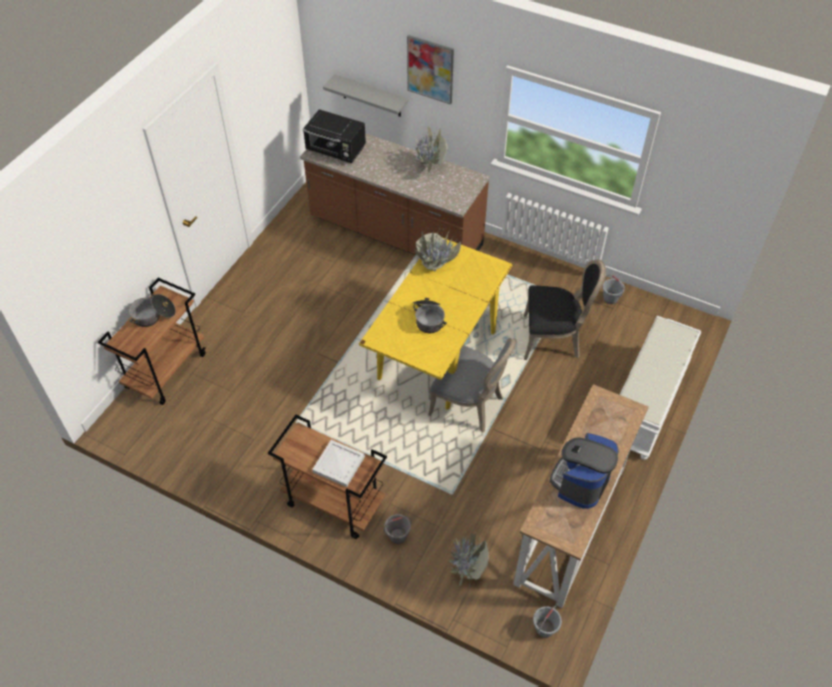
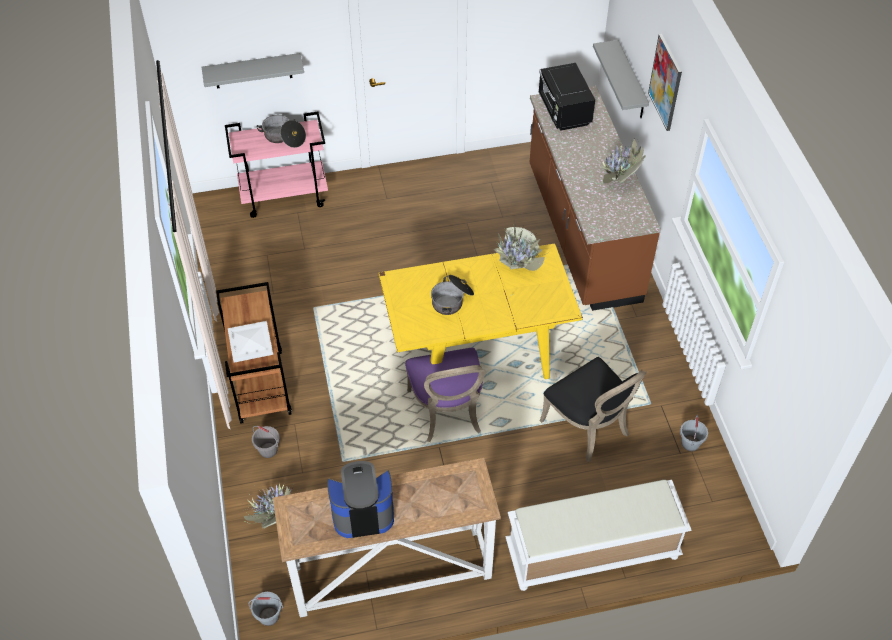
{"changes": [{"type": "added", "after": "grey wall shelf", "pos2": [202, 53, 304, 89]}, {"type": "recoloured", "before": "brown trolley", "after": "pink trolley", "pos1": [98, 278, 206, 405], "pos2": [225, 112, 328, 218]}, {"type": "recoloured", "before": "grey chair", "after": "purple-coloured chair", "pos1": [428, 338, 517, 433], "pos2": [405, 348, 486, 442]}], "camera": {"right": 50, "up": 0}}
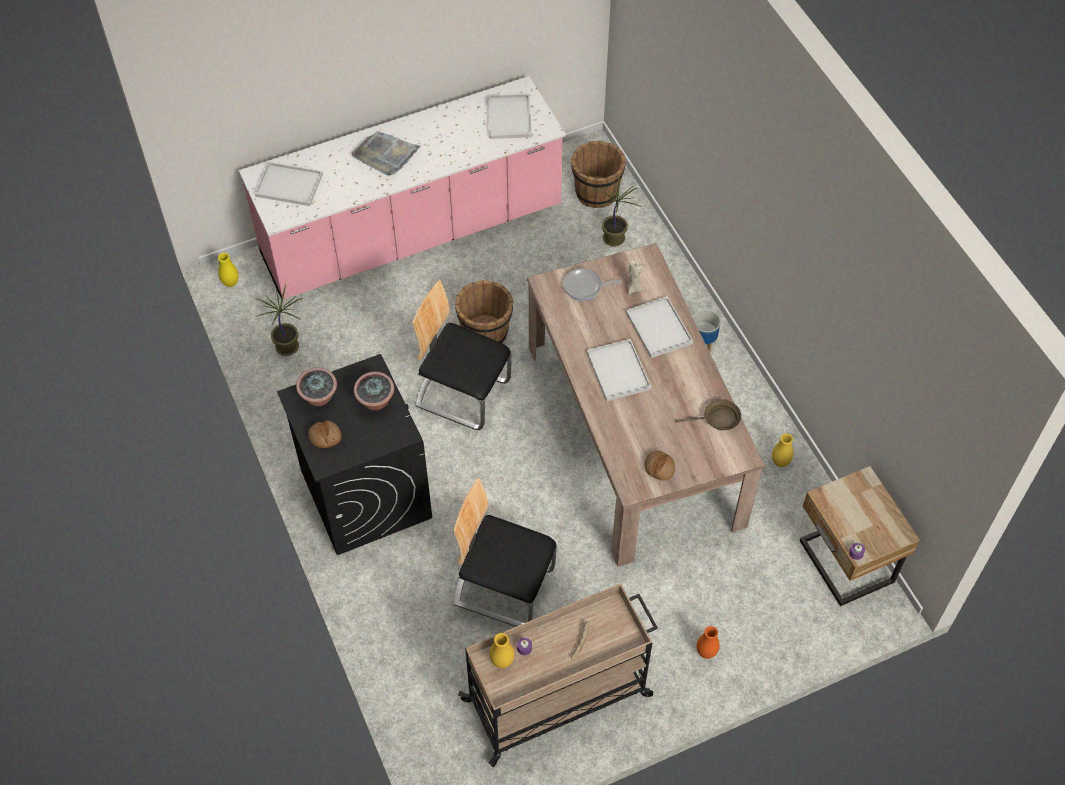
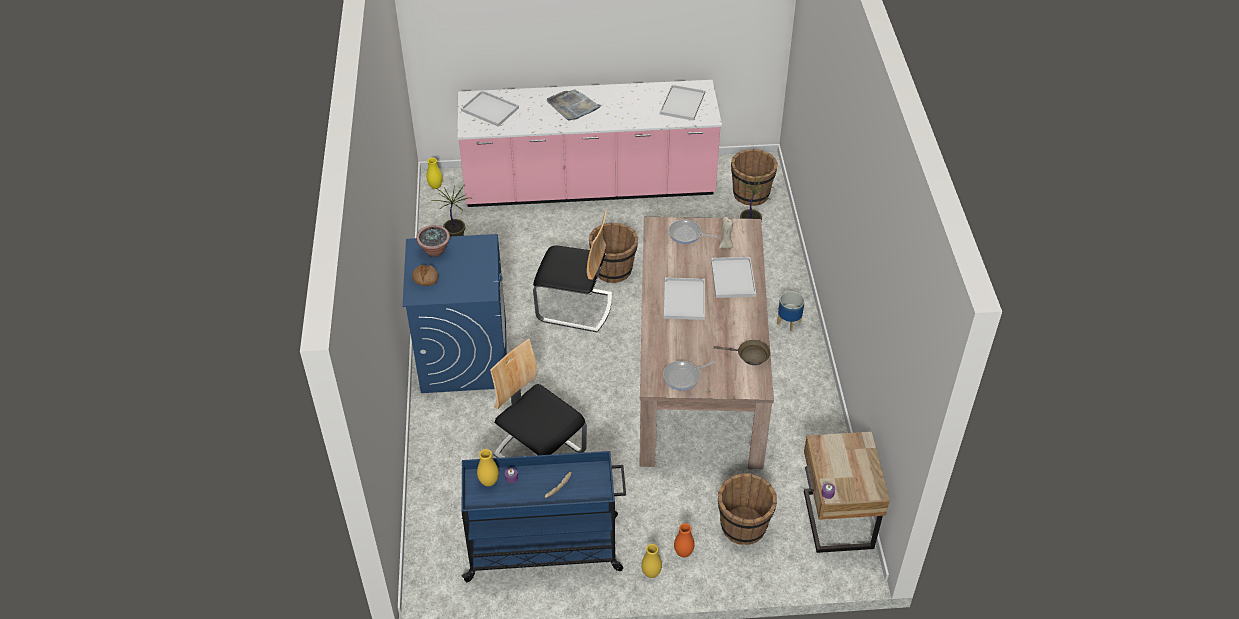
{"changes": [{"type": "removed", "before": "houseplant", "pos1": [354, 372, 394, 411]}, {"type": "added", "after": "brown bucket", "pos2": [718, 474, 777, 545]}, {"type": "moved", "before": "yellowish vase", "pos1": [772, 434, 793, 467], "pos2": [641, 544, 662, 578]}, {"type": "replaced", "before": "baked bread", "after": "pan", "pos1": [645, 451, 675, 481], "pos2": [663, 361, 715, 390]}, {"type": "recoloured", "before": "blackish laundry machine", "after": "blue laundry machine", "pos1": [277, 354, 432, 555], "pos2": [402, 234, 507, 393]}, {"type": "recoloured", "before": "beige trolley", "after": "blue trolley", "pos1": [458, 583, 658, 767], "pos2": [461, 451, 626, 582]}, {"type": "turned", "before": "chair", "pos1": [412, 279, 512, 430], "pos2": [533, 210, 612, 332], "turn": 150}], "camera": {"right": 20, "up": -10}}
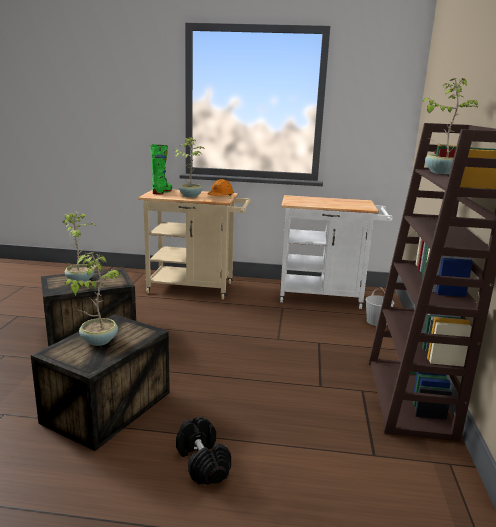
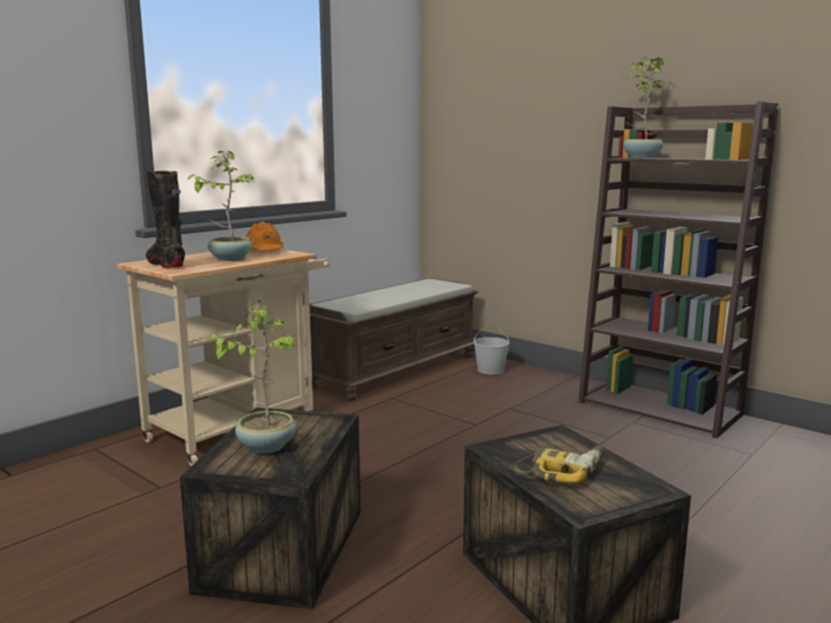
{"changes": [{"type": "removed", "before": "blackish free weight", "pos1": [176, 417, 231, 485]}, {"type": "replaced", "before": "houseplant", "after": "drill", "pos1": [65, 252, 121, 346], "pos2": [515, 444, 604, 484]}, {"type": "replaced", "before": "white-coloured trolley", "after": "brown bench", "pos1": [280, 195, 393, 309], "pos2": [310, 278, 478, 401]}, {"type": "recoloured", "before": "green tall boot", "after": "blackish tall boot", "pos1": [150, 144, 172, 195], "pos2": [146, 171, 185, 268]}], "camera": {"right": -55, "up": -5}}
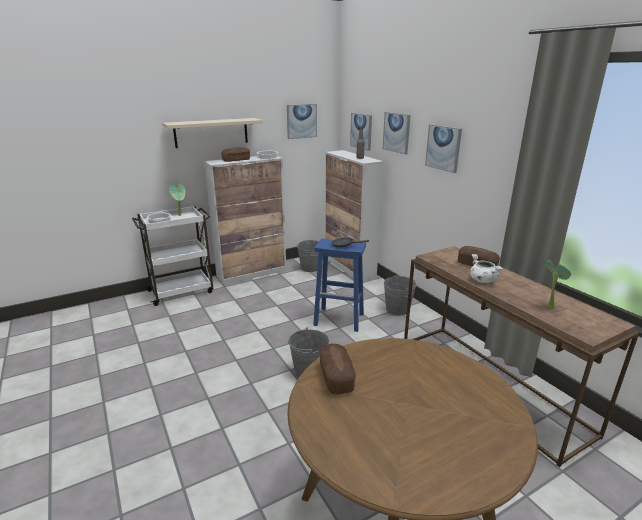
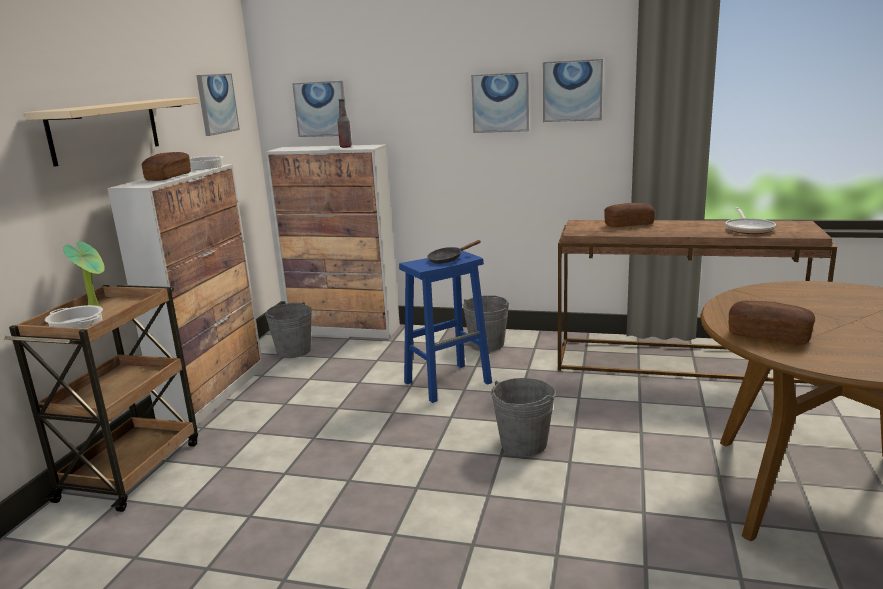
{"changes": [{"type": "removed", "before": "white-coloured saucepot", "pos1": [470, 254, 503, 283]}, {"type": "moved", "before": "wall picture", "pos1": [383, 112, 410, 154], "pos2": [543, 59, 603, 122]}, {"type": "replaced", "before": "houseplant", "after": "pan", "pos1": [545, 260, 571, 309], "pos2": [725, 207, 776, 234]}, {"type": "recoloured", "before": "white-coloured trolley", "after": "brown trolley", "pos1": [132, 206, 213, 306], "pos2": [4, 285, 198, 512]}], "camera": {"right": -45, "up": -5}}
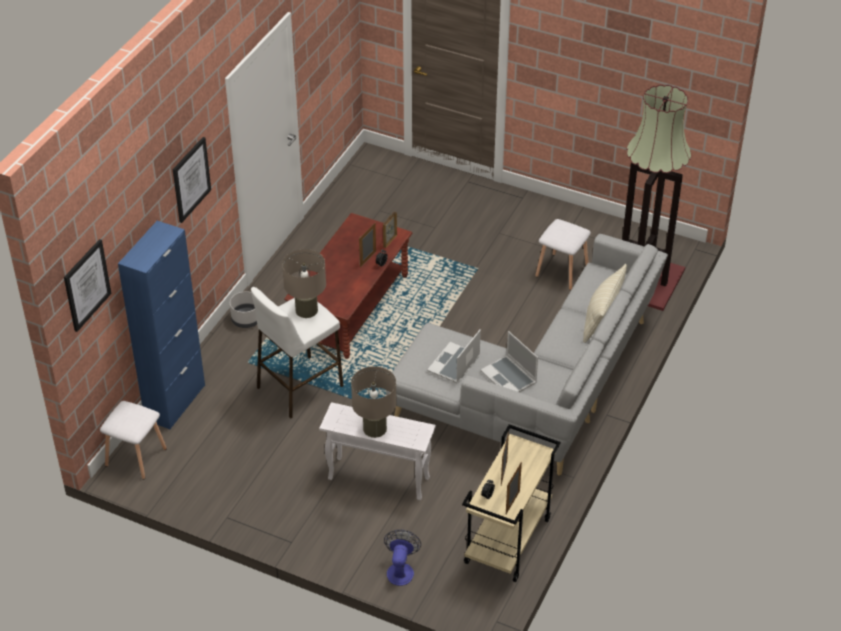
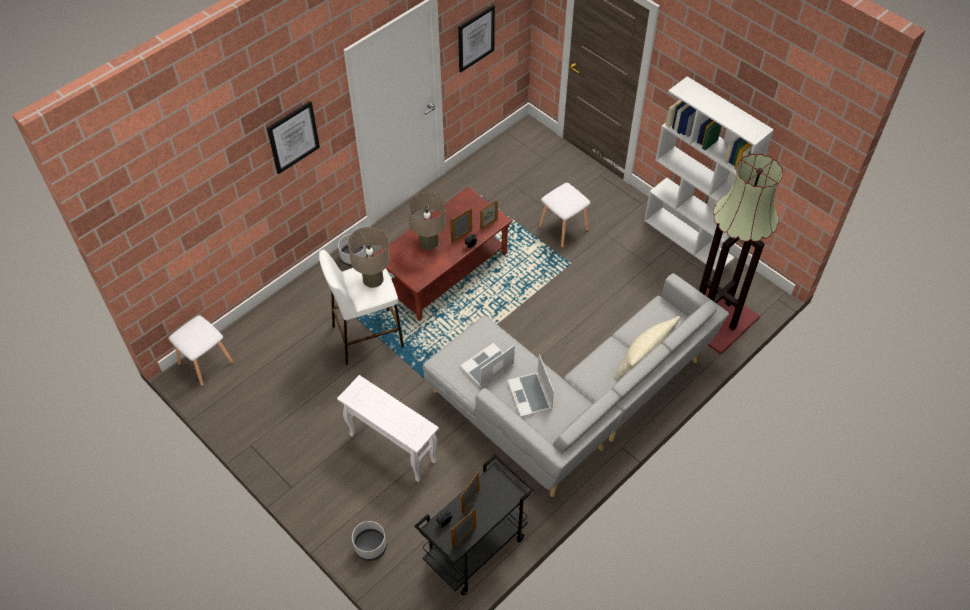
{"changes": [{"type": "removed", "before": "blue storage cabinet", "pos1": [118, 221, 205, 430]}, {"type": "added", "after": "white-coloured shelving unit", "pos2": [644, 76, 774, 271]}, {"type": "moved", "before": "wall picture", "pos1": [64, 239, 111, 332], "pos2": [458, 5, 495, 72]}, {"type": "moved", "before": "beige tabletop lamp", "pos1": [351, 366, 397, 438], "pos2": [408, 192, 446, 250]}, {"type": "moved", "before": "white-coloured stool seat", "pos1": [535, 219, 591, 290], "pos2": [539, 183, 590, 248]}, {"type": "replaced", "before": "electric fan", "after": "grey planter", "pos1": [384, 530, 421, 586], "pos2": [352, 521, 387, 561]}, {"type": "recoloured", "before": "beige trolley", "after": "blackish trolley", "pos1": [462, 424, 561, 582], "pos2": [415, 454, 534, 596]}], "camera": {"right": 20, "up": 10}}
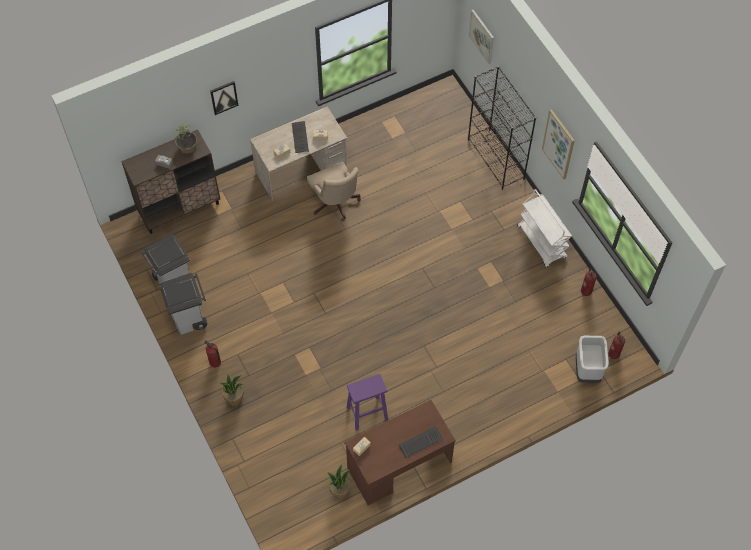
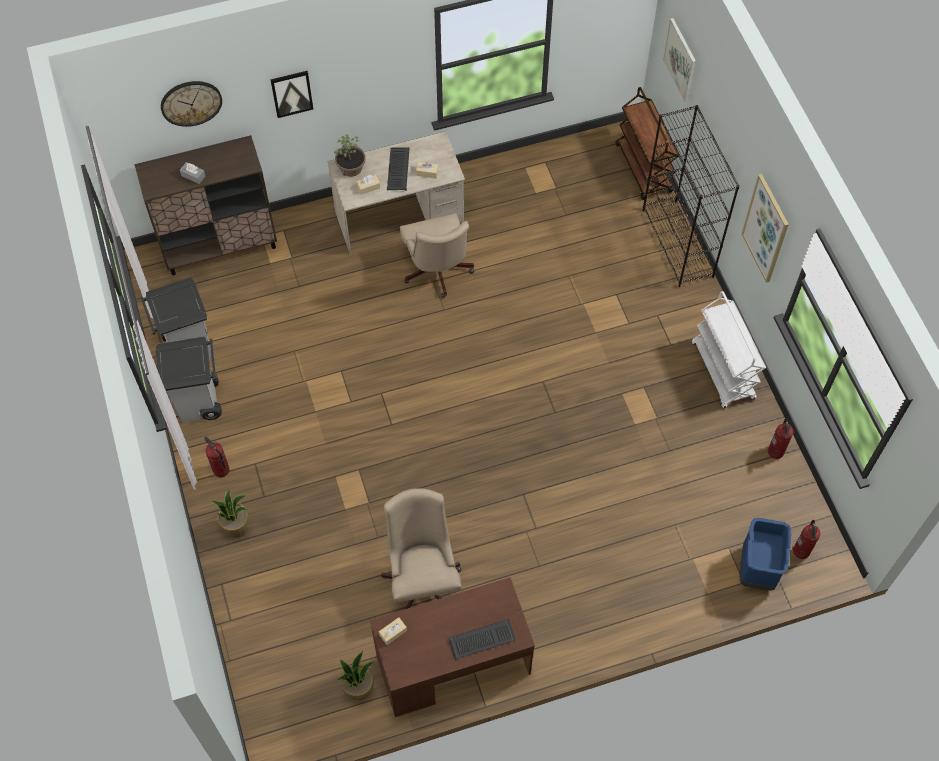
{"changes": [{"type": "added", "after": "hanging clock", "pos2": [161, 81, 222, 127]}, {"type": "added", "after": "brown trolley", "pos2": [616, 87, 679, 200]}, {"type": "moved", "before": "houseplant", "pos1": [175, 124, 197, 154], "pos2": [334, 134, 366, 177]}, {"type": "replaced", "before": "purple-coloured stool seat", "after": "beige desk chair", "pos1": [347, 374, 388, 431], "pos2": [381, 488, 462, 610]}, {"type": "recoloured", "before": "grey trash can", "after": "blue trash can", "pos1": [576, 336, 608, 383], "pos2": [740, 518, 791, 591]}], "camera": {"right": 10, "up": 0}}
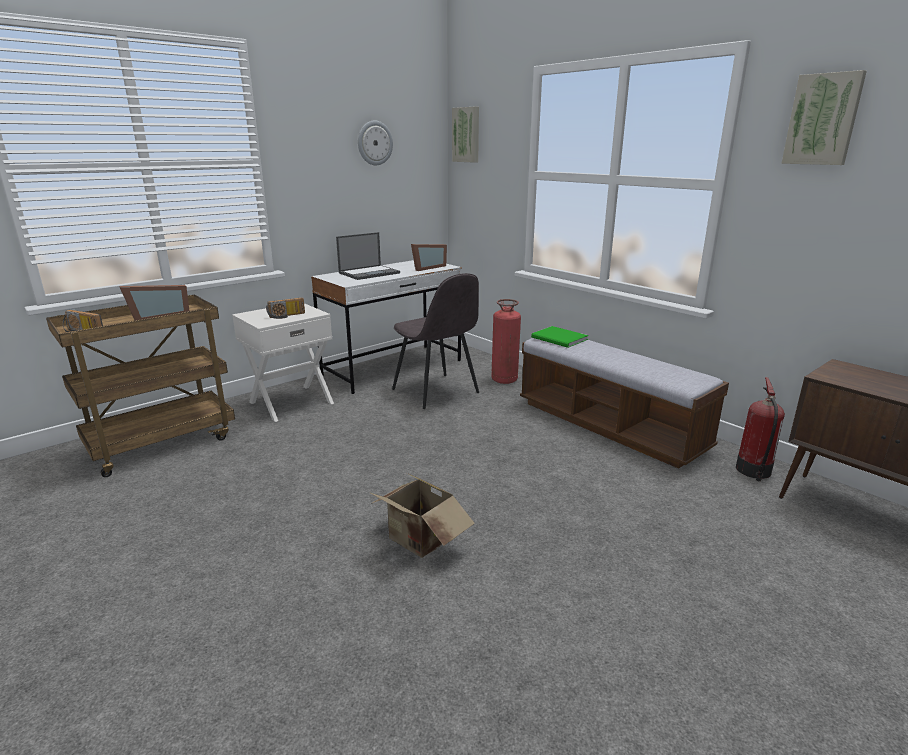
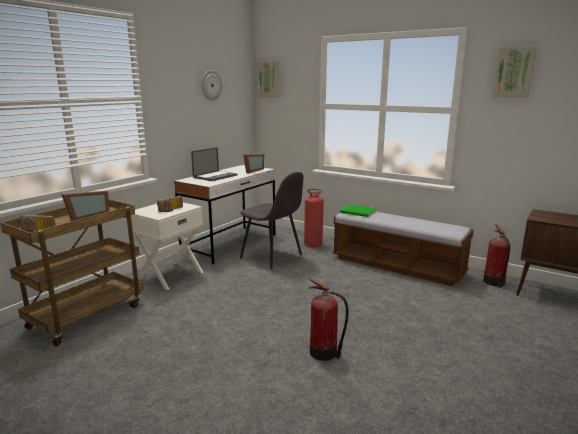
{"changes": [{"type": "replaced", "before": "carton", "after": "fire extinguisher", "pos1": [371, 473, 475, 558], "pos2": [308, 279, 348, 361]}], "camera": {"right": -15, "up": -5}}
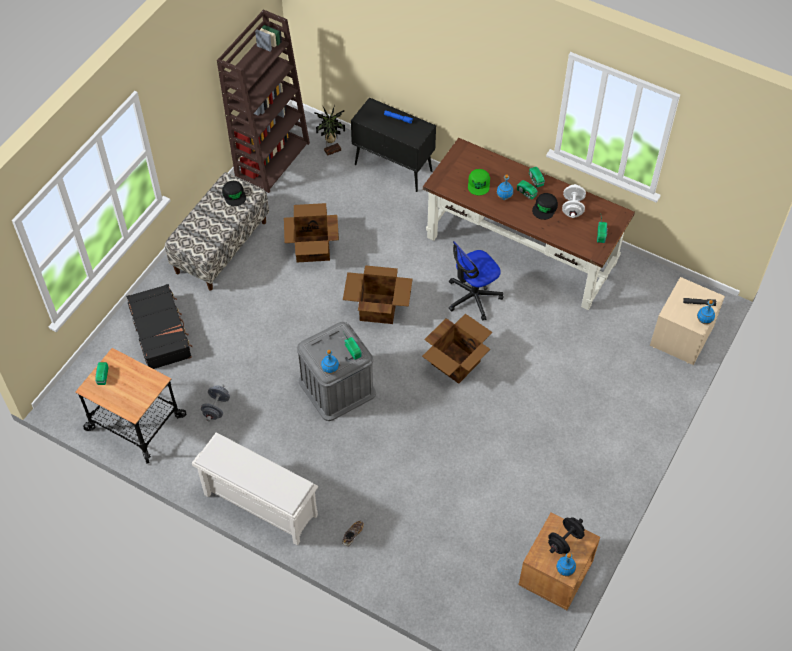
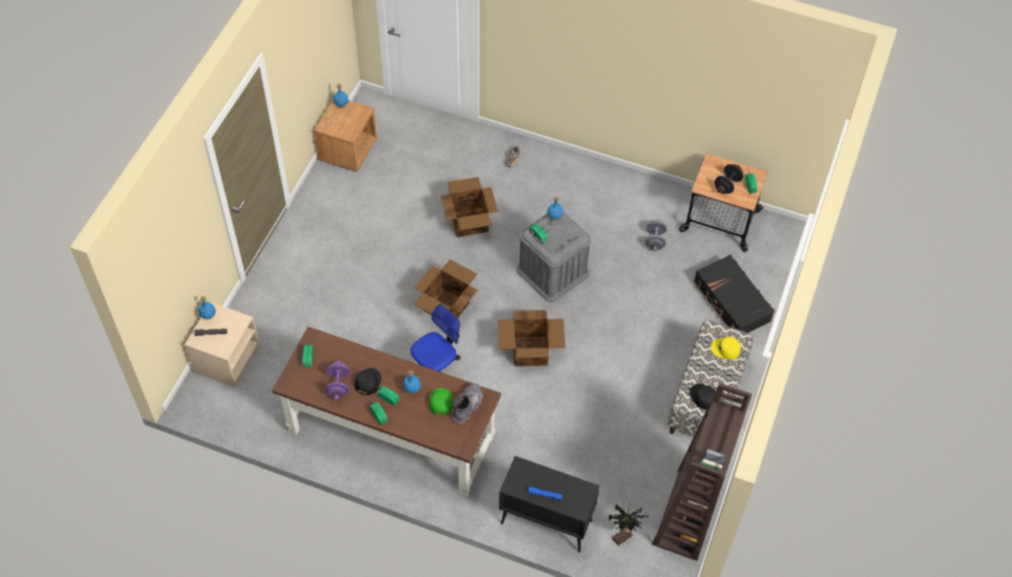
{"changes": [{"type": "removed", "before": "white-coloured shoe shelf", "pos1": [192, 432, 318, 546]}, {"type": "added", "after": "grey tall boot", "pos2": [453, 383, 483, 425]}, {"type": "added", "after": "yellowish peaked cap", "pos2": [711, 337, 741, 360]}, {"type": "moved", "before": "carton", "pos1": [284, 203, 339, 262], "pos2": [441, 177, 498, 237]}, {"type": "moved", "before": "blackish free weight", "pos1": [548, 517, 585, 554], "pos2": [715, 164, 744, 194]}, {"type": "recoloured", "before": "white-coloured free weight", "after": "purple-coloured free weight", "pos1": [562, 184, 586, 218], "pos2": [325, 360, 350, 400]}], "camera": {"right": 170, "up": 0}}
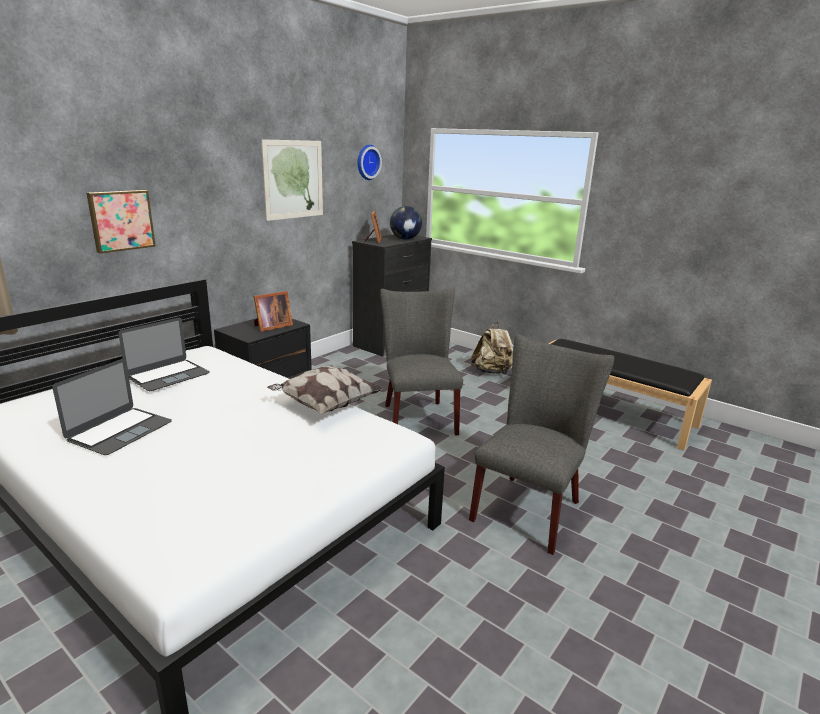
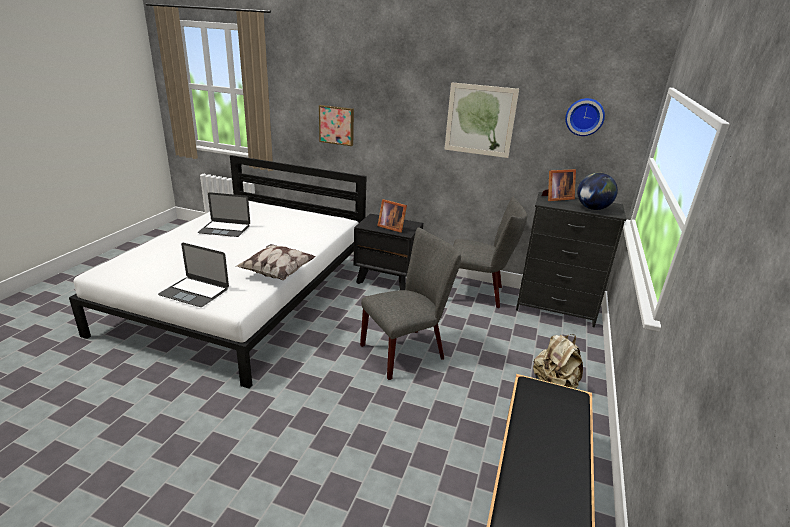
{"changes": [{"type": "moved", "before": "portable computer", "pos1": [118, 318, 210, 391], "pos2": [158, 243, 229, 307]}, {"type": "moved", "before": "grey chair", "pos1": [469, 335, 614, 555], "pos2": [447, 197, 527, 308]}], "camera": {"right": 70, "up": 5}}
